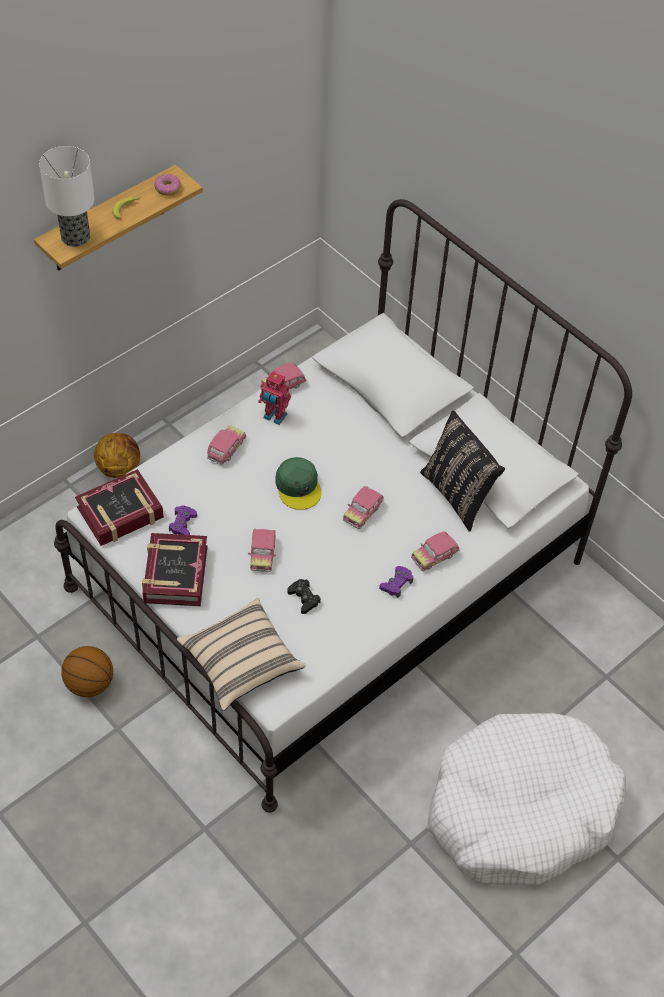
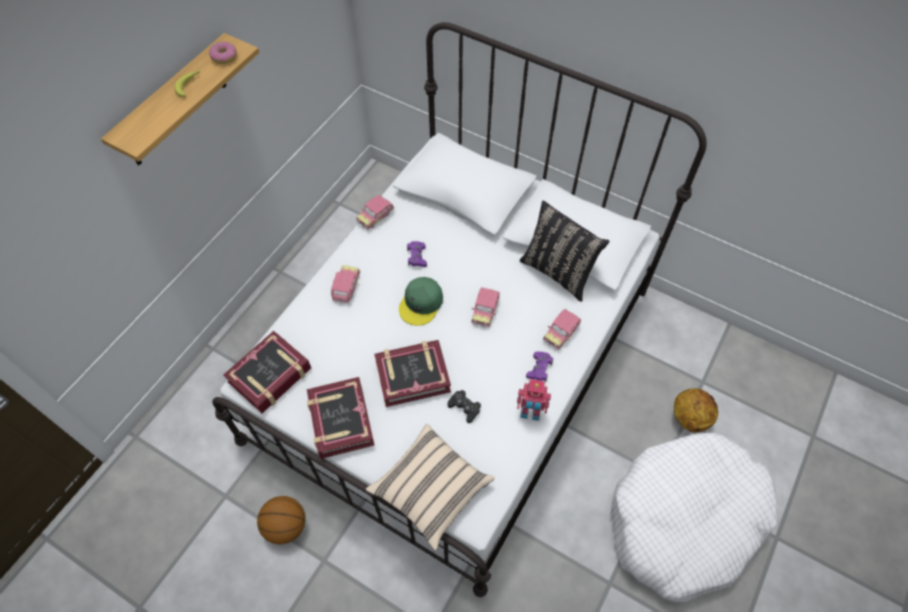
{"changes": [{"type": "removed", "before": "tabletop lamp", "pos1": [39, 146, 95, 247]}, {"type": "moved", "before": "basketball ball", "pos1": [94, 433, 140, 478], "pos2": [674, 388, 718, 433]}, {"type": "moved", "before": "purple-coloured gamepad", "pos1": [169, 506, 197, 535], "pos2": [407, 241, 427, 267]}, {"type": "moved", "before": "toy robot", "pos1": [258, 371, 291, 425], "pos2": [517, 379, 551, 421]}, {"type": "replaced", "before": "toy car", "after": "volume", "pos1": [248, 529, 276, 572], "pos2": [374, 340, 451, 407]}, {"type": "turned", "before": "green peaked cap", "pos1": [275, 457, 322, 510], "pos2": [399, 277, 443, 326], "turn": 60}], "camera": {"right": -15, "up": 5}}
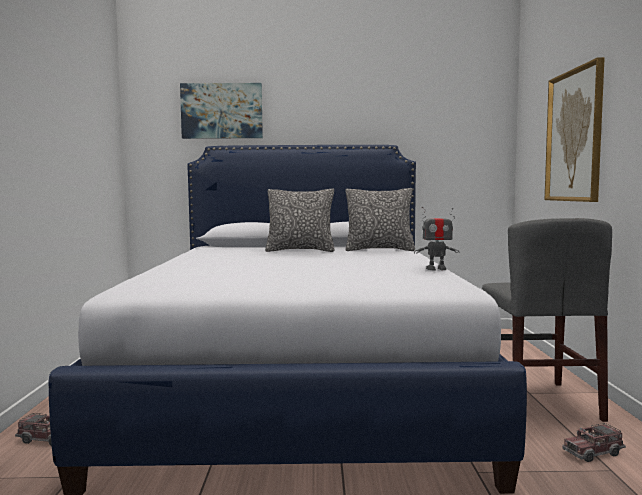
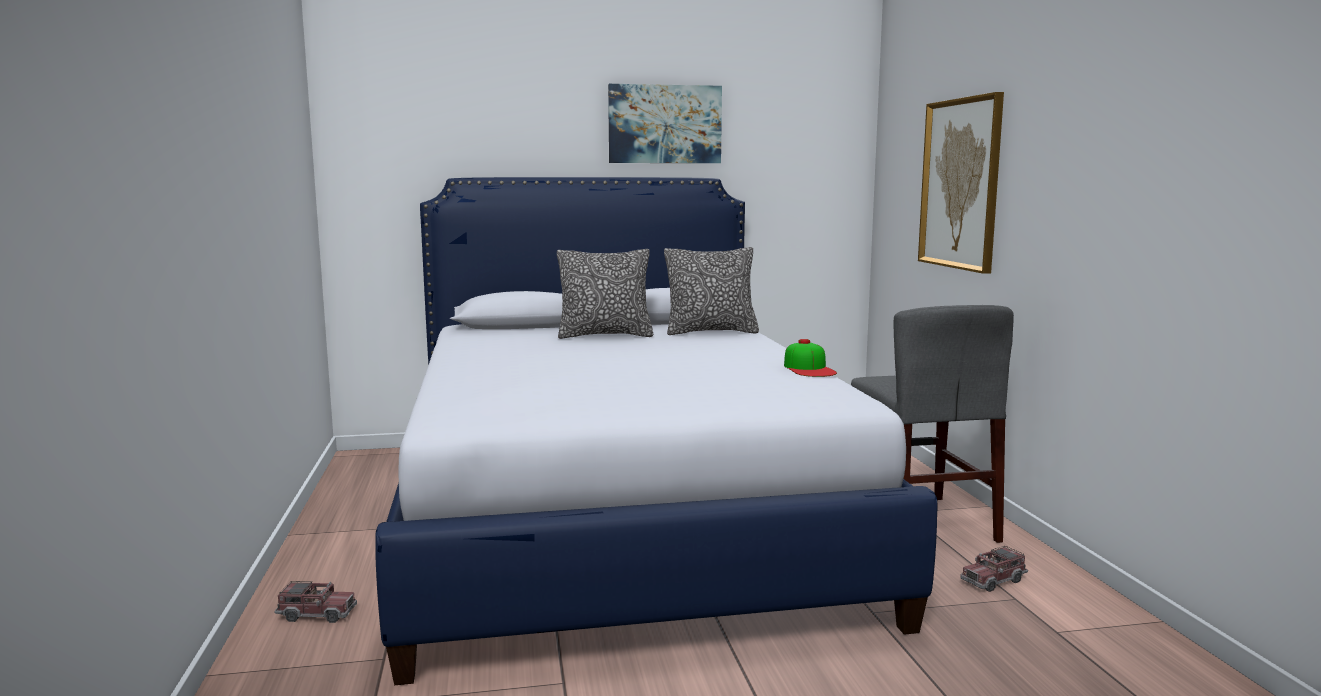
{"changes": [{"type": "moved", "before": "wall picture", "pos1": [180, 83, 263, 139], "pos2": [608, 84, 722, 163]}, {"type": "replaced", "before": "toy robot", "after": "peaked cap", "pos1": [414, 207, 459, 270], "pos2": [784, 339, 837, 377]}], "camera": {"right": -10, "up": 5}}
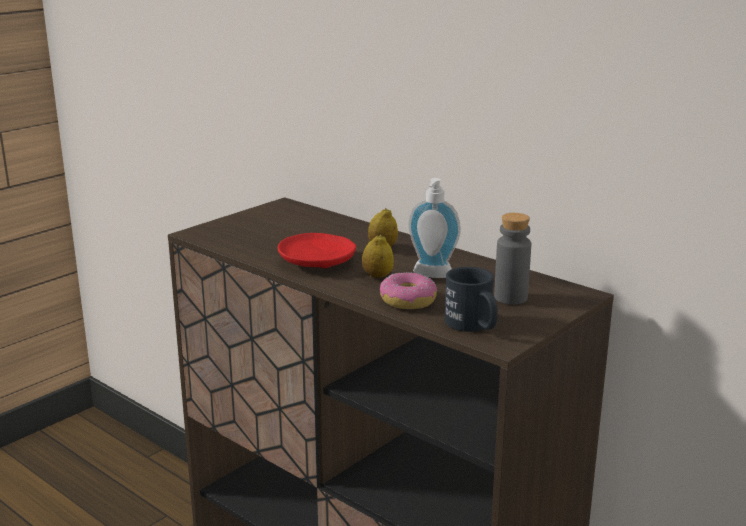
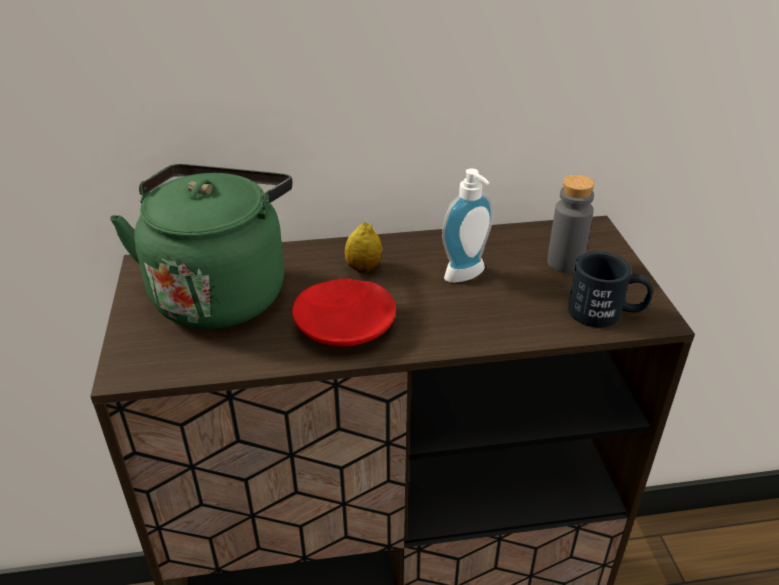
{"changes": [{"type": "removed", "before": "whole lemon", "pos1": [362, 234, 394, 278]}, {"type": "removed", "before": "doughnut", "pos1": [380, 272, 437, 309]}, {"type": "added", "after": "green kettle", "pos2": [110, 164, 293, 329]}], "camera": {"right": -50, "up": 15}}
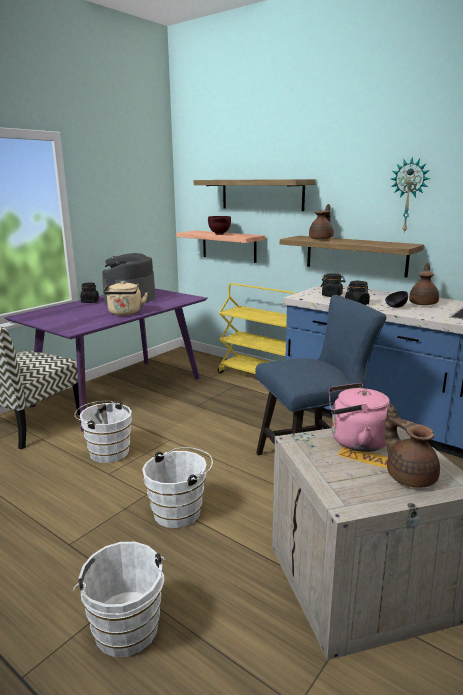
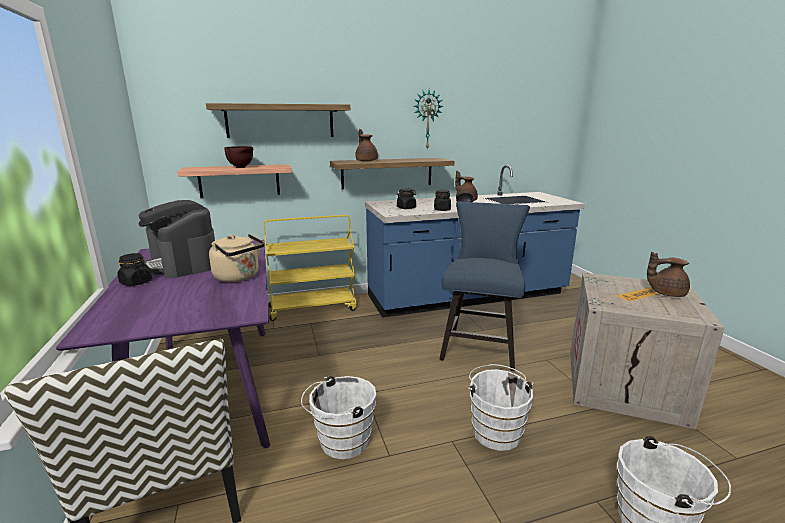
{"changes": [{"type": "removed", "before": "pink kettle", "pos1": [329, 383, 390, 452]}], "camera": {"right": -55, "up": 0}}
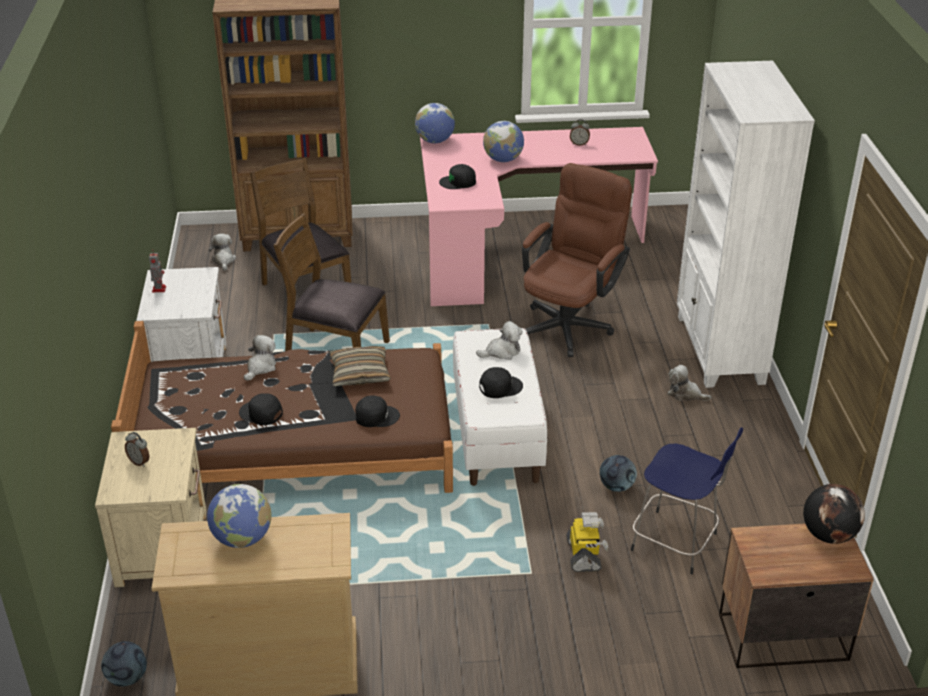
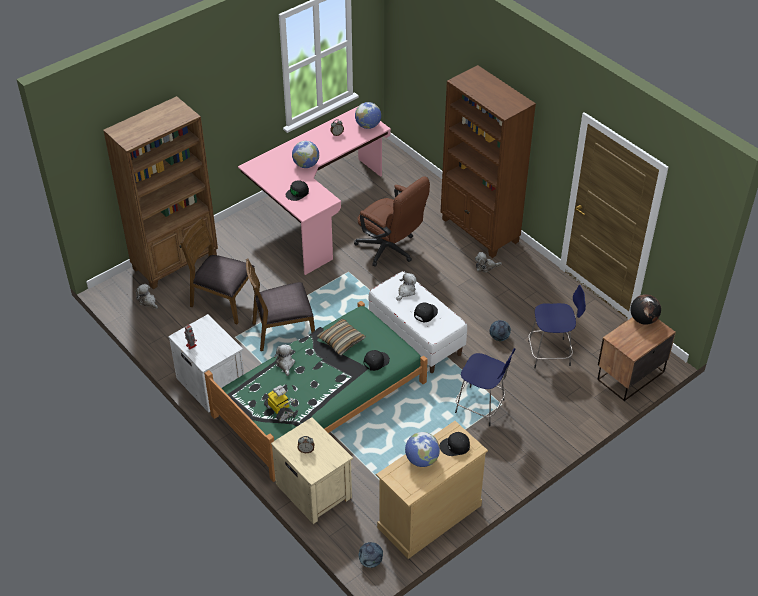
{"changes": [{"type": "added", "after": "blue stool seat", "pos2": [455, 348, 515, 426]}, {"type": "moved", "before": "blackish peaked cap", "pos1": [239, 393, 283, 425], "pos2": [440, 432, 470, 456]}, {"type": "moved", "before": "desk globe", "pos1": [415, 103, 455, 143], "pos2": [355, 102, 381, 129]}, {"type": "moved", "before": "toy robot", "pos1": [566, 512, 608, 572], "pos2": [264, 385, 295, 422]}, {"type": "recoloured", "before": "brown bedroom bed", "after": "green bedroom bed", "pos1": [111, 321, 453, 493], "pos2": [204, 301, 428, 482]}, {"type": "recoloured", "before": "white-coloured shelving unit", "after": "brown shelving unit", "pos1": [677, 61, 815, 388], "pos2": [441, 65, 536, 258]}, {"type": "turned", "before": "brown desk chair", "pos1": [522, 163, 632, 357], "pos2": [354, 177, 430, 267], "turn": 135}], "camera": {"right": -35, "up": 10}}
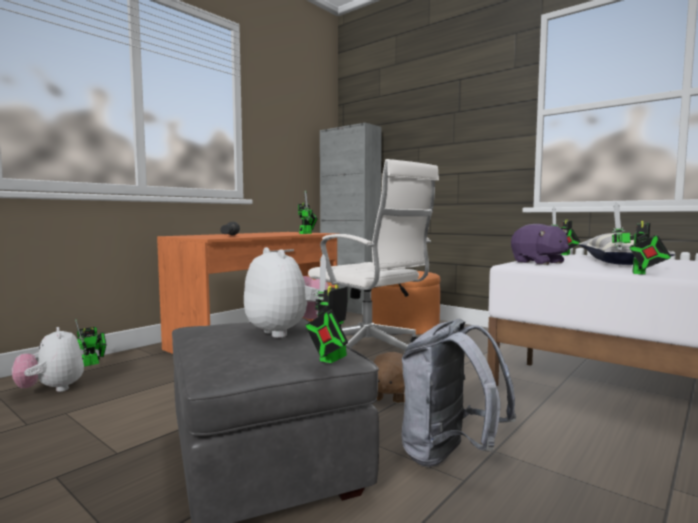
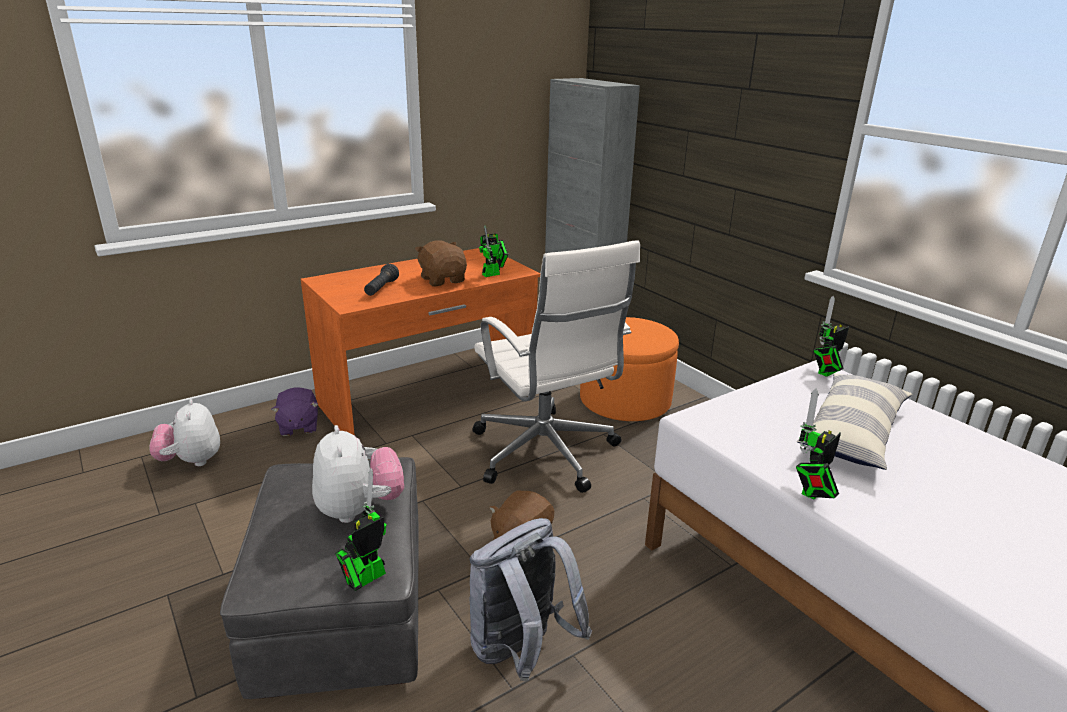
{"changes": [{"type": "removed", "before": "toy robot", "pos1": [75, 319, 107, 367]}, {"type": "added", "after": "brown cuddly toy", "pos2": [415, 240, 467, 286]}, {"type": "moved", "before": "purple-coloured cuddly toy", "pos1": [511, 224, 569, 265], "pos2": [271, 387, 318, 436]}], "camera": {"right": 15, "up": 20}}
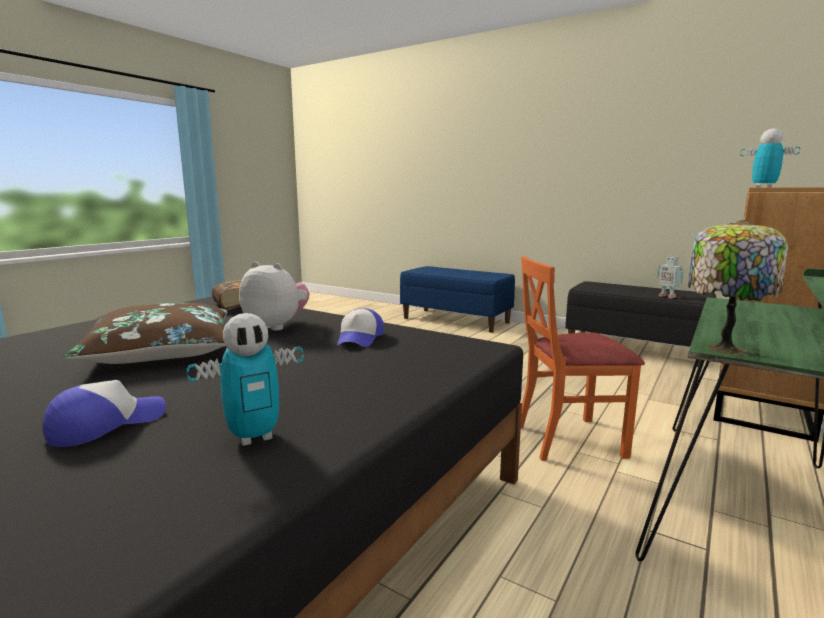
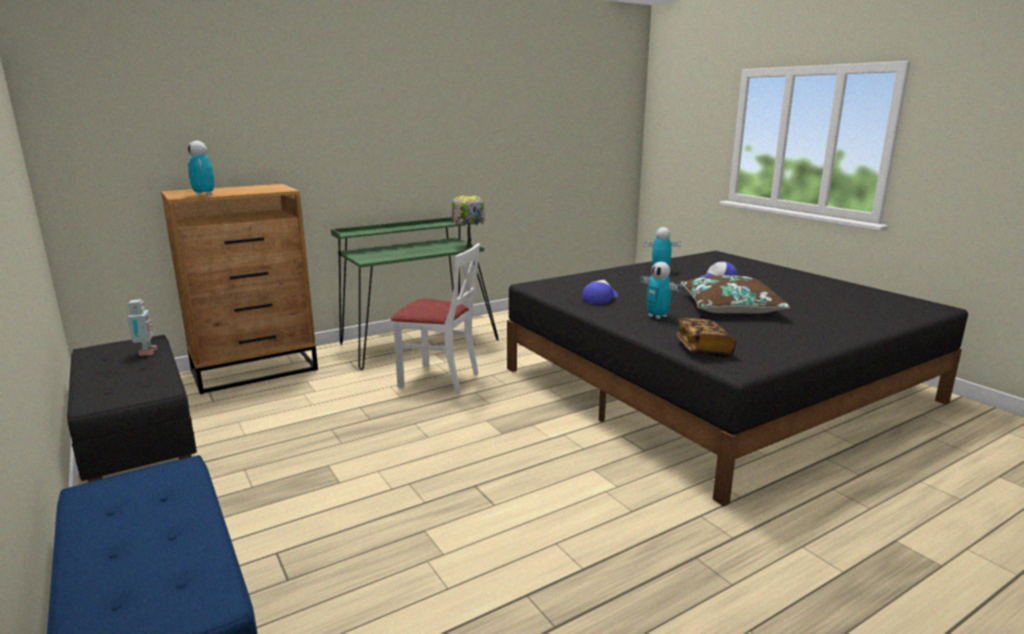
{"changes": [{"type": "replaced", "before": "cuddly toy", "after": "toy robot", "pos1": [239, 262, 309, 331], "pos2": [640, 262, 681, 319]}, {"type": "recoloured", "before": "orangey chair", "after": "white-coloured chair", "pos1": [521, 256, 645, 461], "pos2": [391, 243, 480, 394]}], "camera": {"right": -155, "up": 5}}
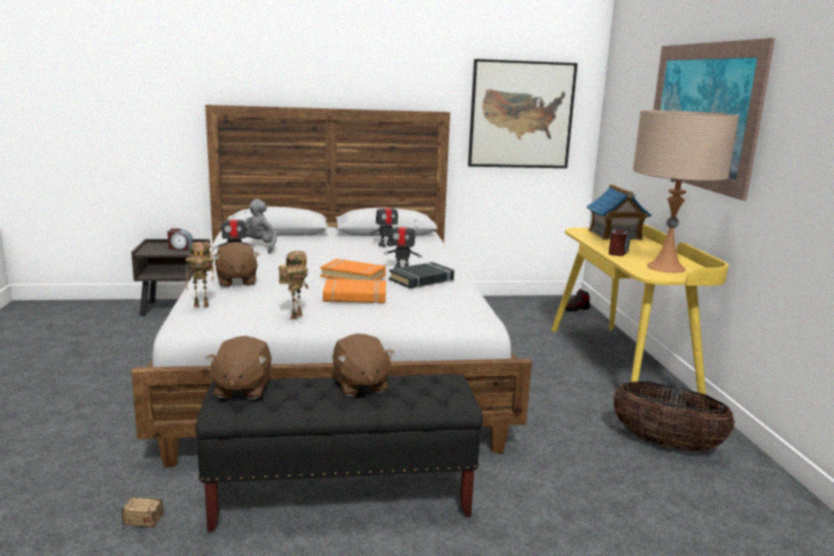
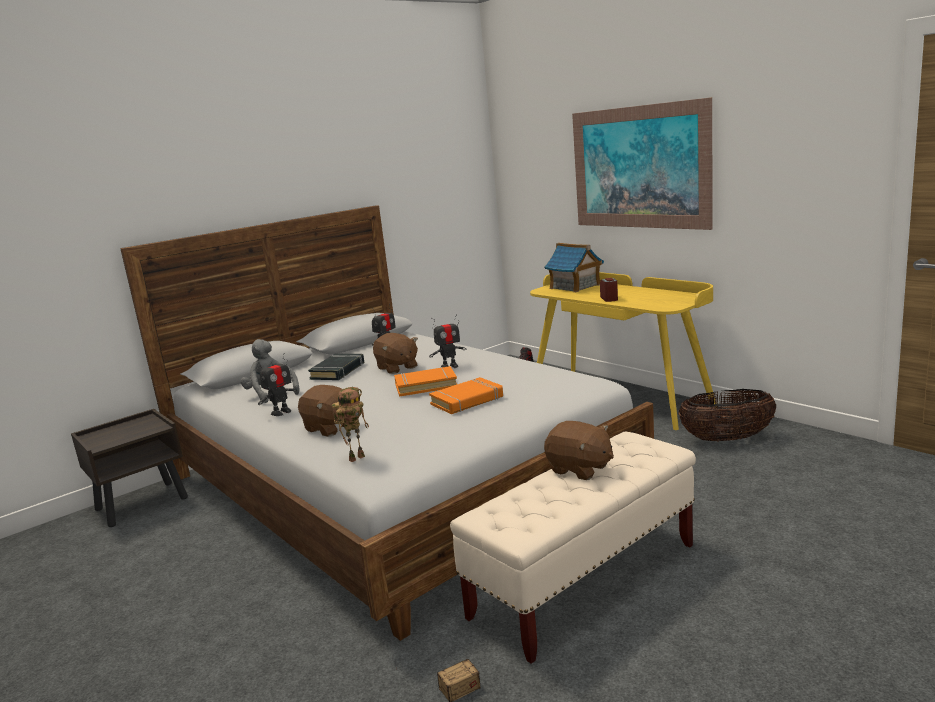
{"changes": [{"type": "removed", "before": "alarm clock", "pos1": [167, 228, 193, 250]}, {"type": "removed", "before": "toy robot", "pos1": [279, 251, 308, 320]}, {"type": "removed", "before": "wall picture", "pos1": [468, 59, 578, 168]}, {"type": "removed", "before": "beige tabletop lamp", "pos1": [633, 110, 739, 273]}, {"type": "moved", "before": "brown cuddly toy", "pos1": [206, 336, 272, 399], "pos2": [373, 333, 418, 374]}, {"type": "moved", "before": "blackish volume", "pos1": [389, 262, 454, 289], "pos2": [308, 354, 365, 380]}, {"type": "recoloured", "before": "blackish bench", "after": "beige bench", "pos1": [196, 374, 483, 532], "pos2": [450, 432, 696, 664]}], "camera": {"right": -30, "up": 0}}
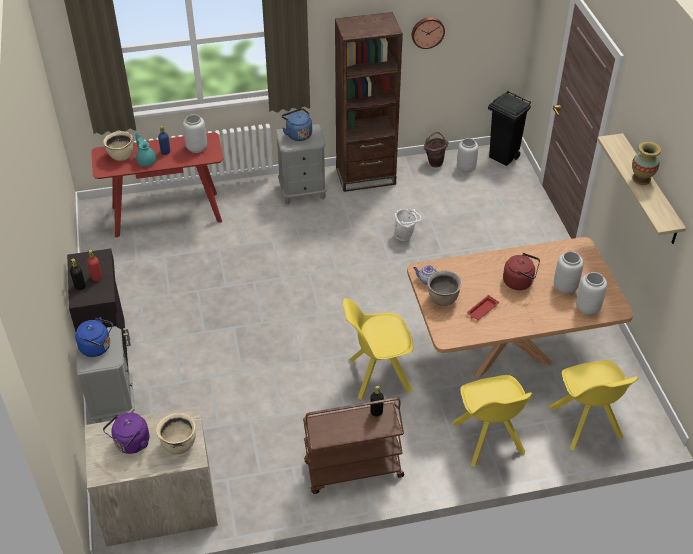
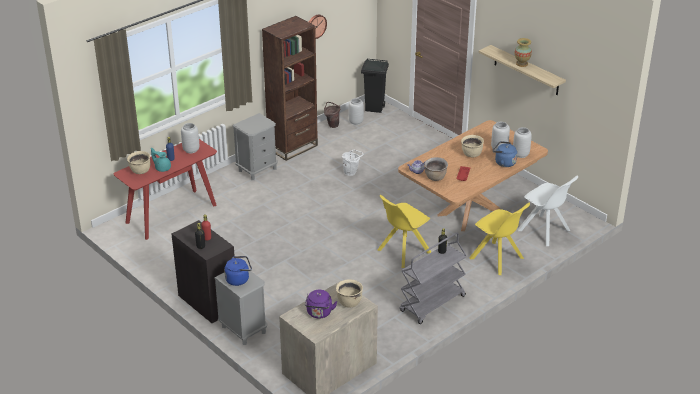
{"changes": [{"type": "moved", "before": "blue kettle", "pos1": [282, 108, 312, 141], "pos2": [492, 141, 517, 167]}, {"type": "replaced", "before": "reddish kettle", "after": "beige saucepot", "pos1": [503, 253, 540, 290], "pos2": [461, 135, 484, 157]}, {"type": "recoloured", "before": "brown trolley", "after": "grey trolley", "pos1": [303, 397, 404, 494], "pos2": [400, 232, 467, 324]}, {"type": "recoloured", "before": "yellowish chair", "after": "white-coloured chair", "pos1": [550, 360, 638, 450], "pos2": [518, 176, 578, 246]}], "camera": {"right": -30, "up": -10}}
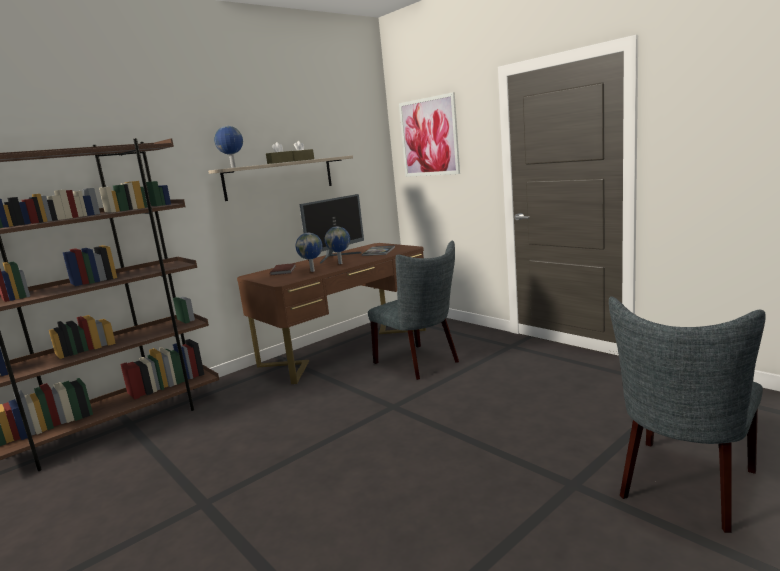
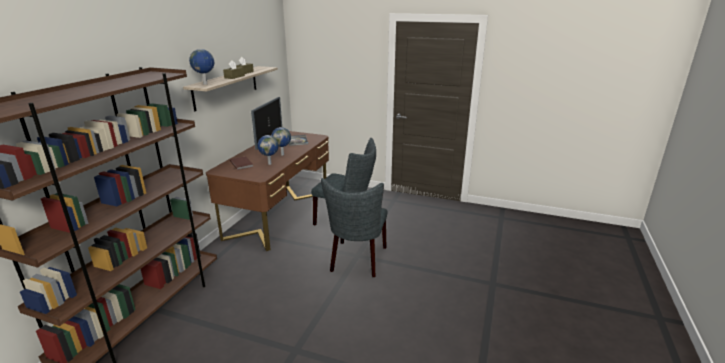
{"changes": [{"type": "removed", "before": "wall picture", "pos1": [399, 92, 460, 177]}, {"type": "moved", "before": "grey chair", "pos1": [609, 296, 766, 533], "pos2": [321, 178, 388, 277]}], "camera": {"right": -30, "up": 10}}
